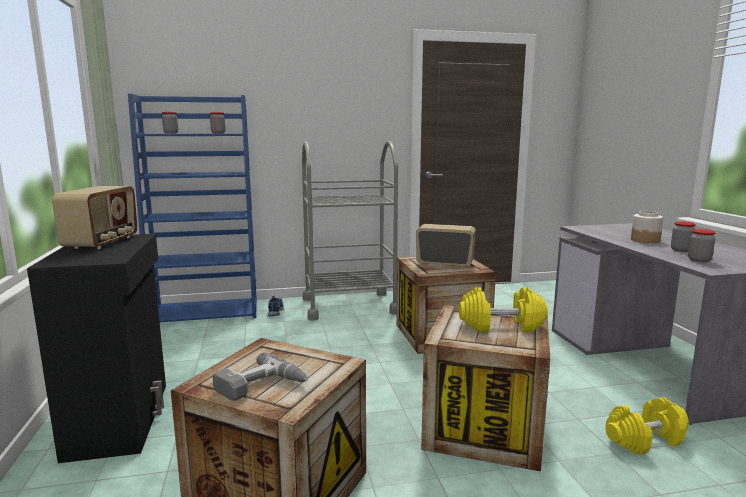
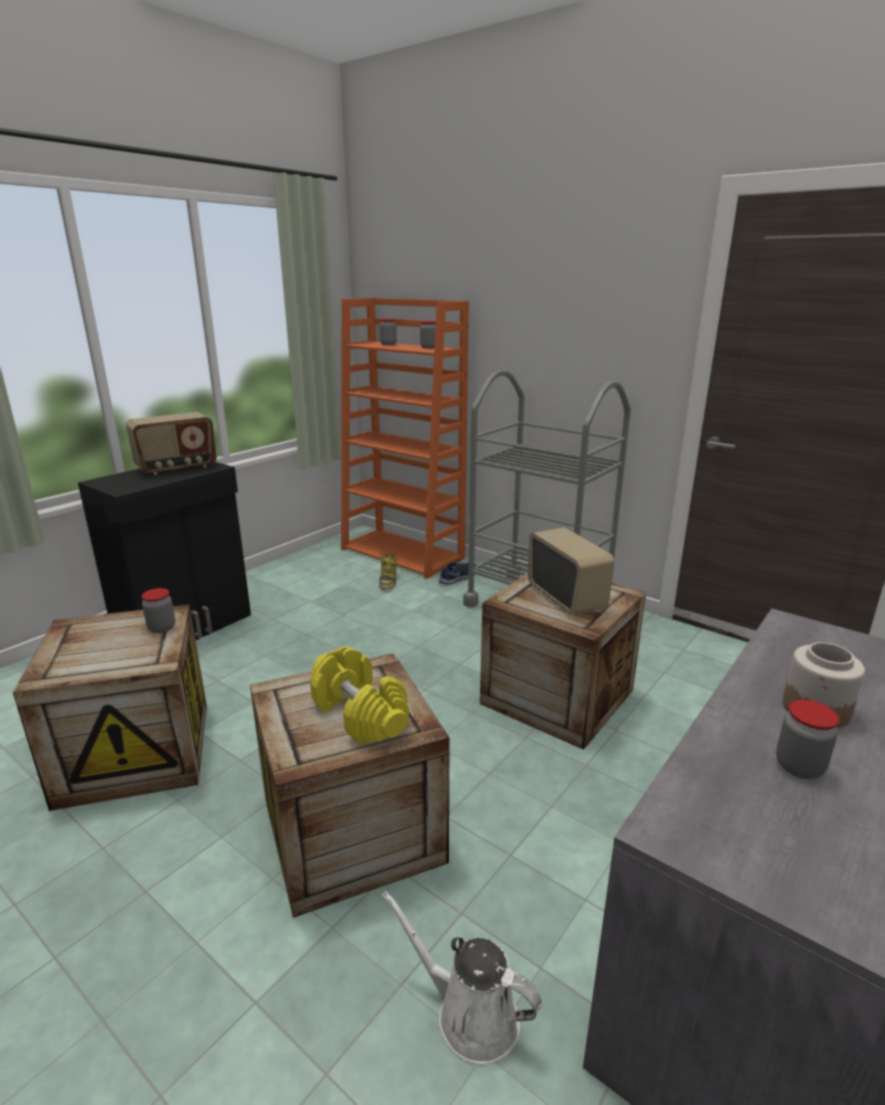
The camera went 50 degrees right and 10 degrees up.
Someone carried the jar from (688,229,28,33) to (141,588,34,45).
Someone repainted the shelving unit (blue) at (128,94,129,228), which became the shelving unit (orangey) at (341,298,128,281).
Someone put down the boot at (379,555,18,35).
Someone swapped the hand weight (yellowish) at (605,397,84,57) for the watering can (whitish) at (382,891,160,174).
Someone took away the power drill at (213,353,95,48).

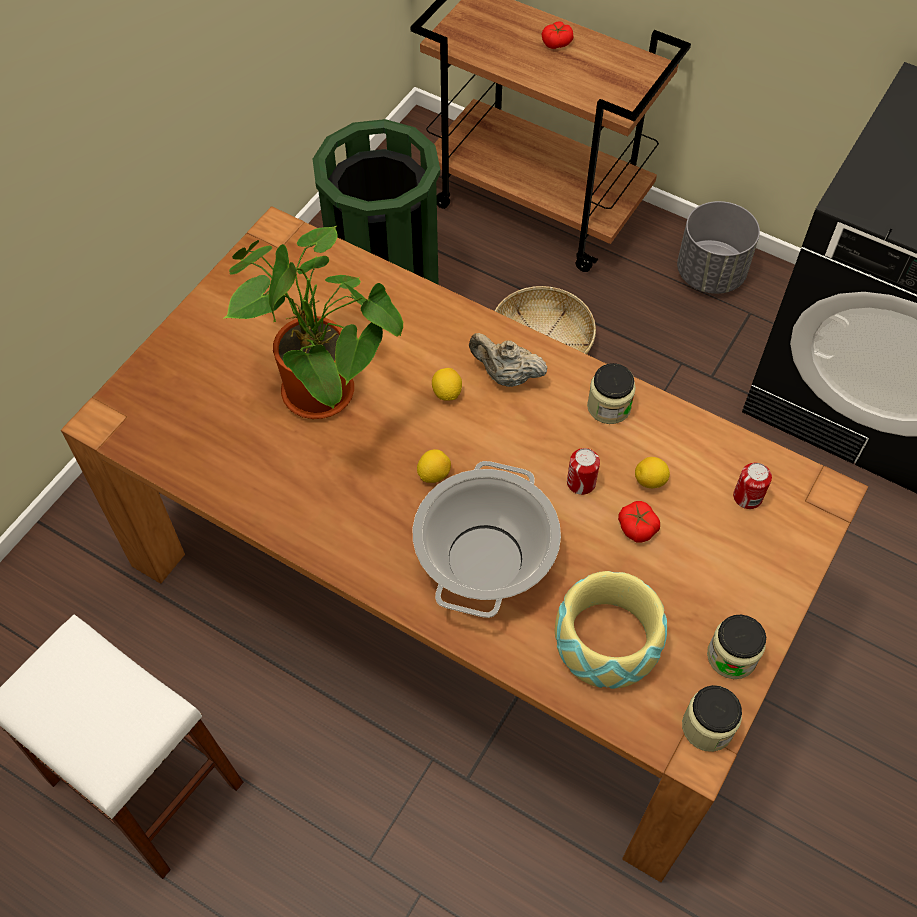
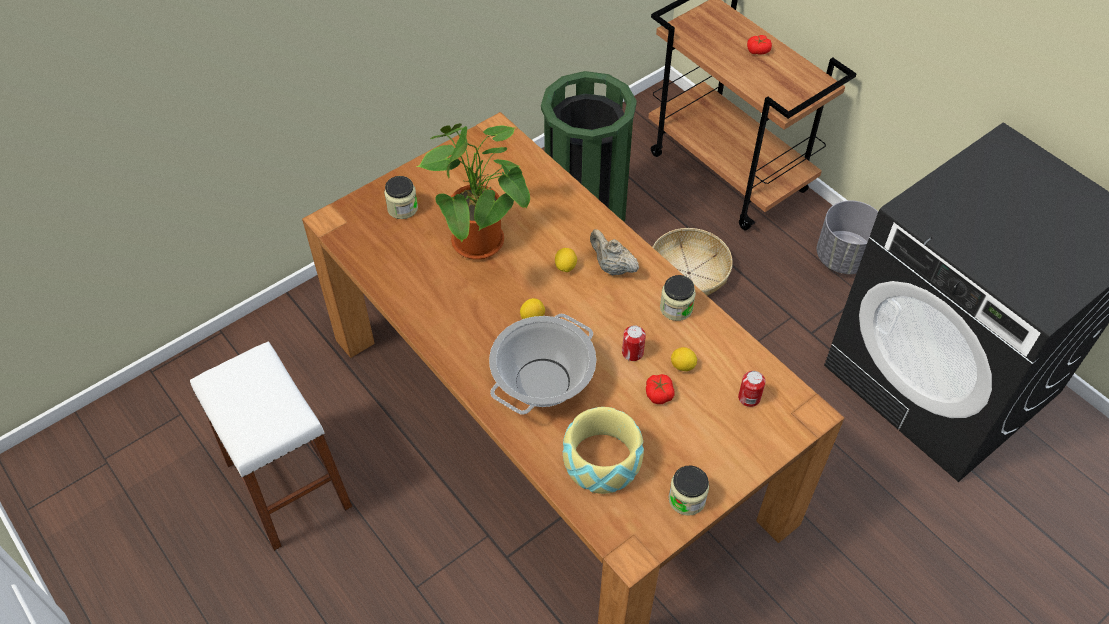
The camera went 20 degrees right and 5 degrees down.
Someone carried the jar from (682,685,60,67) to (384,176,34,43).

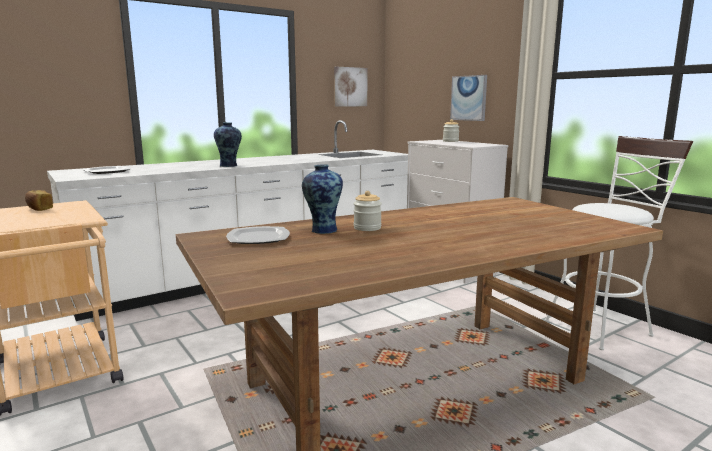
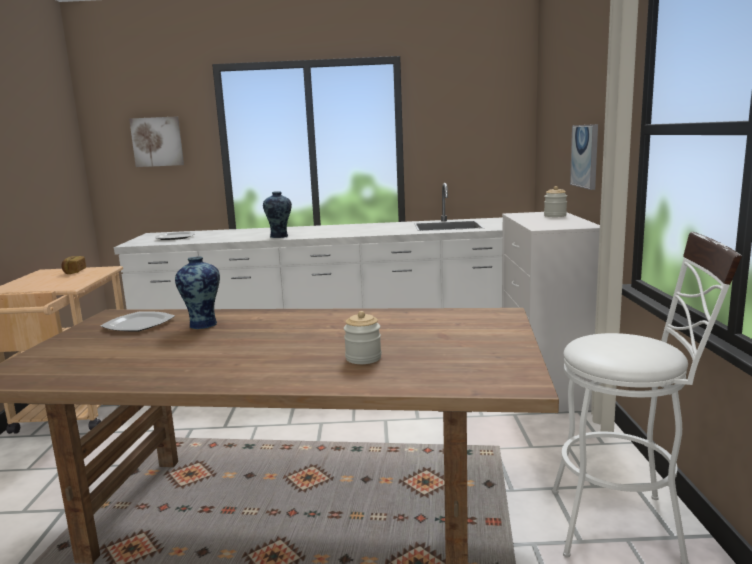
The camera went 35 degrees right and 0 degrees up.
Someone carried the wall art from (334,67,33,39) to (129,116,55,51).
Someone carried the jar from (353,191,29,40) to (344,311,38,53).

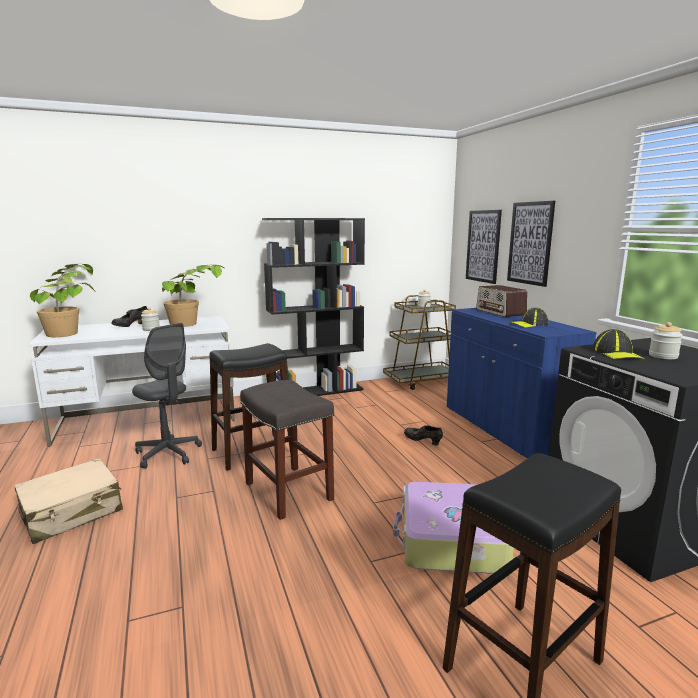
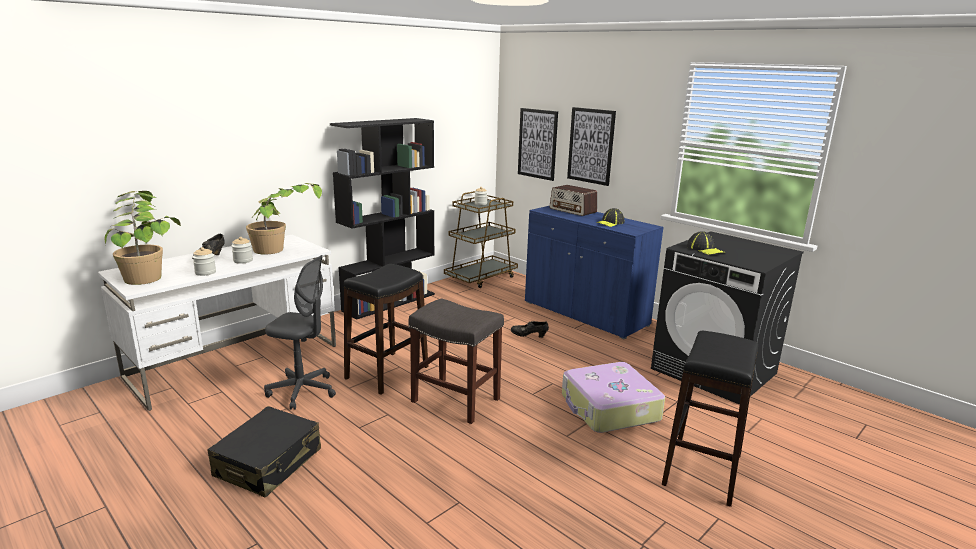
The camera went 25 degrees left and 5 degrees up.
Someone carried the jar from (649,322,34,37) to (193,247,23,29).
Someone repainted the travel case (beige) at (14,458,109,86), which became the travel case (black) at (207,406,114,92).

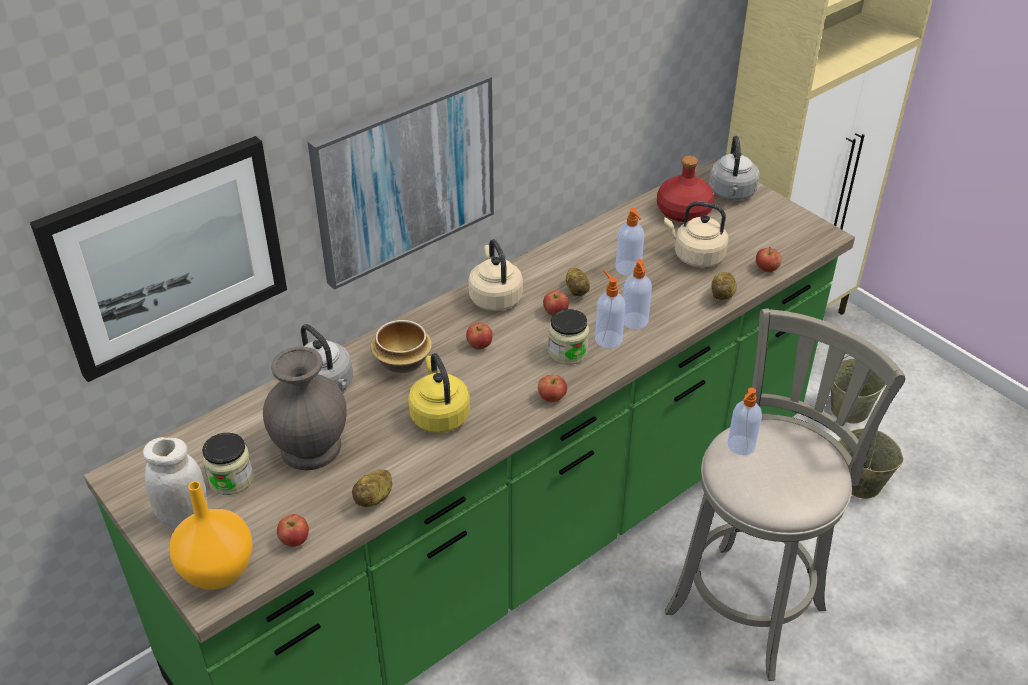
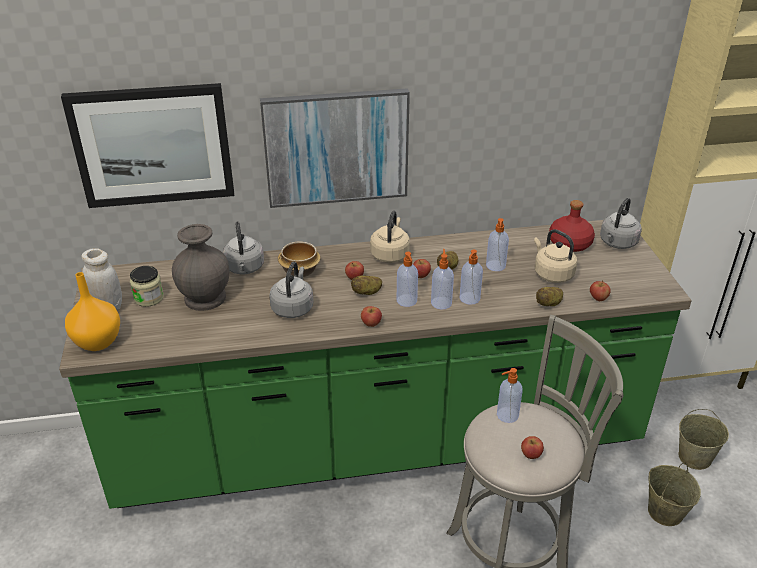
The camera went 30 degrees right and 5 degrees down.
Someone repainted the kettle (yellowish) at (408,353,62,80), which became the kettle (grey) at (269,262,44,56).
Someone carried the whole potato from (352,469,40,38) to (351,276,31,19).
Someone swapped the jar at (548,309,41,56) for the soap dispenser at (397,252,21,55).
Someone carried the whole apple from (277,514,32,33) to (521,436,23,23).

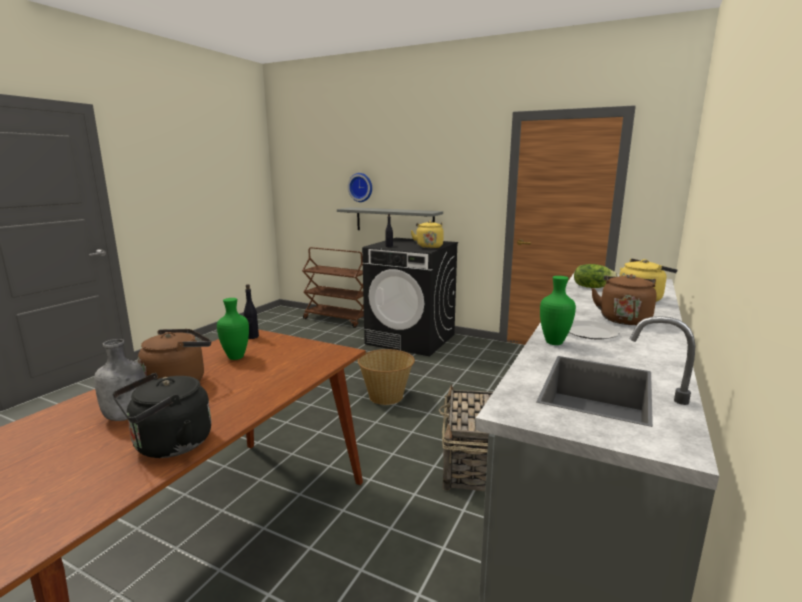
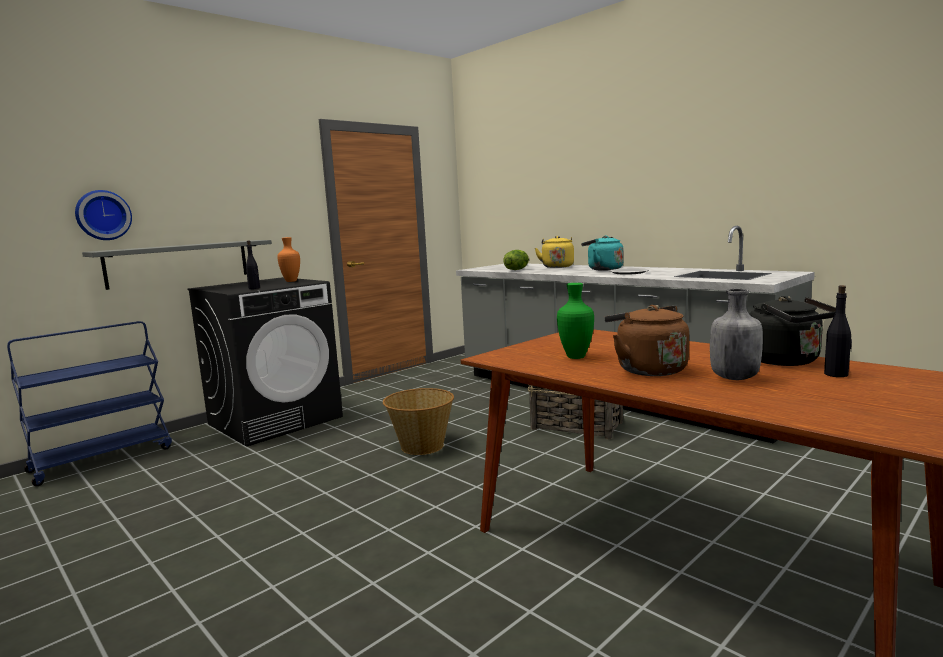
The camera went 70 degrees left and 5 degrees down.
Someone repainted the cart (brownish) at (302,247,62,81), which became the cart (blue) at (7,321,165,165).
Someone swapped the kettle (yellowish) at (411,221,33,27) for the decorative vase (orangey) at (277,237,23,45).
Someone repainted the kettle (brownish) at (591,274,66,51), which became the kettle (blue-green) at (581,235,43,36).
Someone carried the bottle (black) from (244,284,15,55) to (824,285,28,92).
Someone took away the decorative vase (green) at (540,276,36,69).

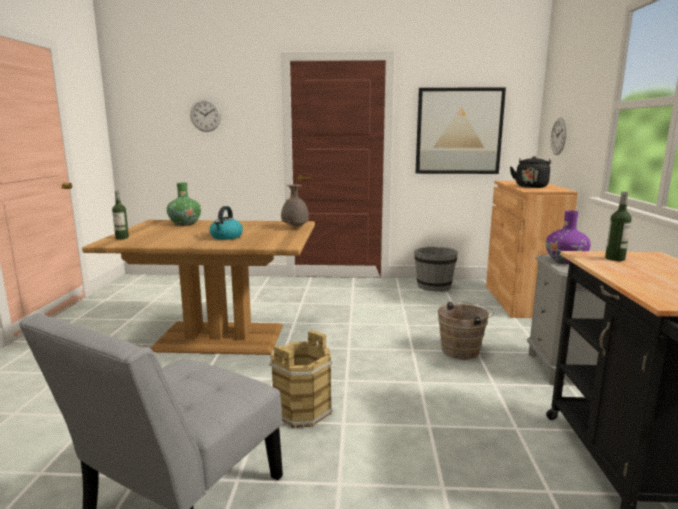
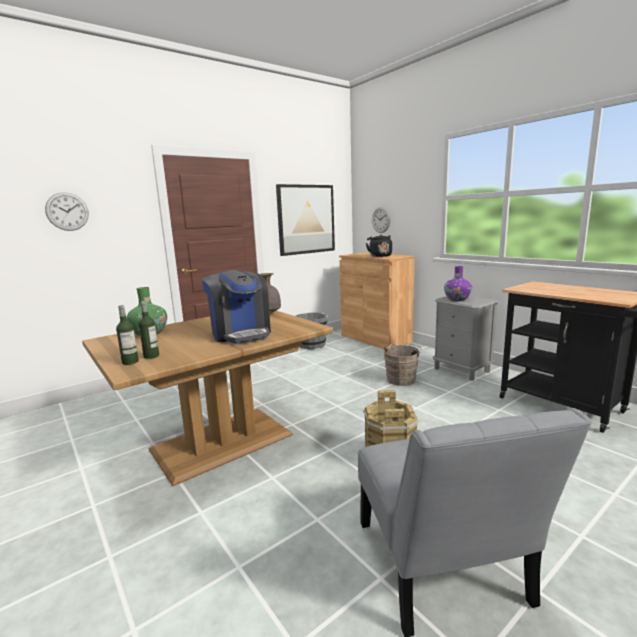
The camera went 40 degrees left and 0 degrees up.
Someone carried the bottle from (605,191,27,70) to (138,301,21,58).
Someone swapped the kettle at (209,206,34,34) for the coffee machine at (201,270,70,73).

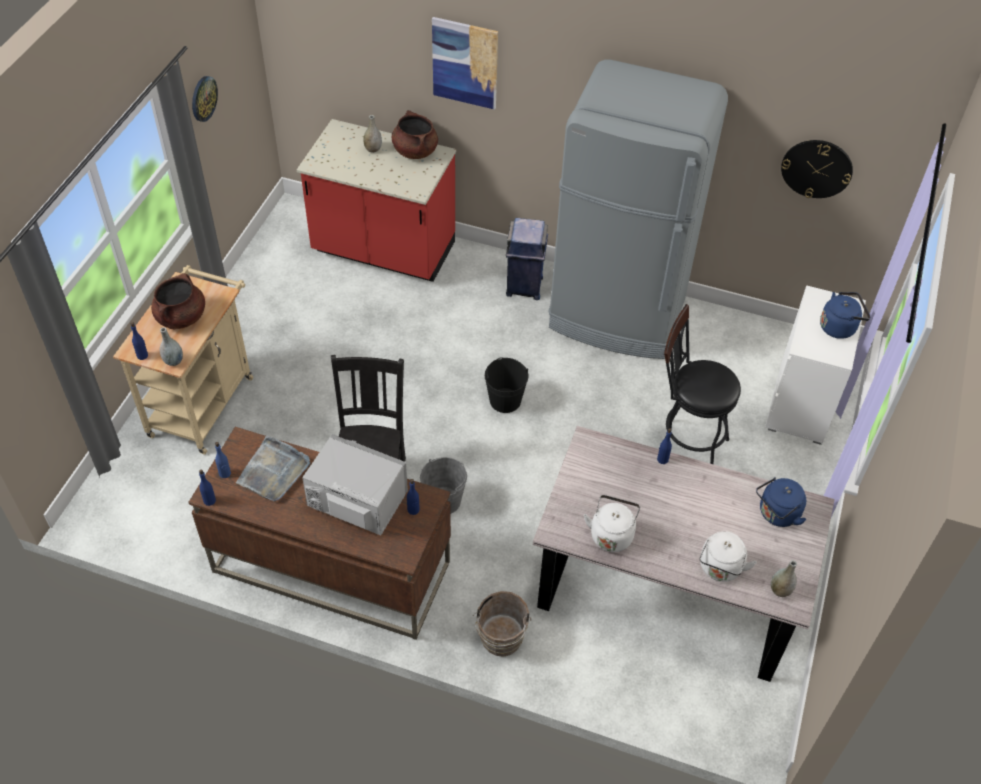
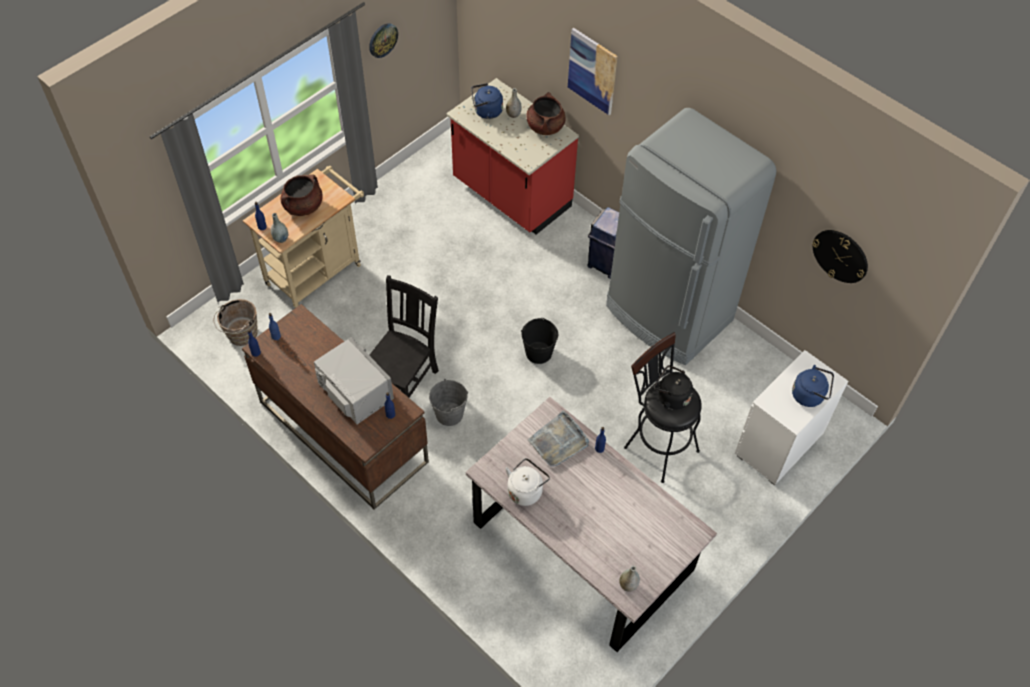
The camera went 25 degrees right and 5 degrees up.
Someone carried the pail (brownish) from (473,591,58,66) to (214,299,44,47).
Someone carried the kettle (blue) from (756,477,51,50) to (471,83,32,36).
Someone carried the tray (grey) from (236,435,74,66) to (528,410,61,57).
Someone put down the kettle (black) at (654,365,39,45).
Someone took away the kettle (whitish) at (699,531,58,51).

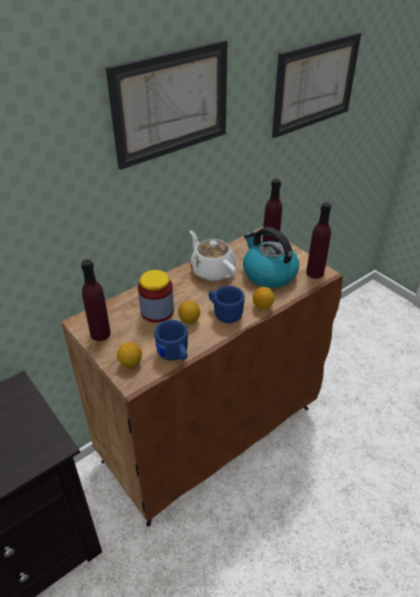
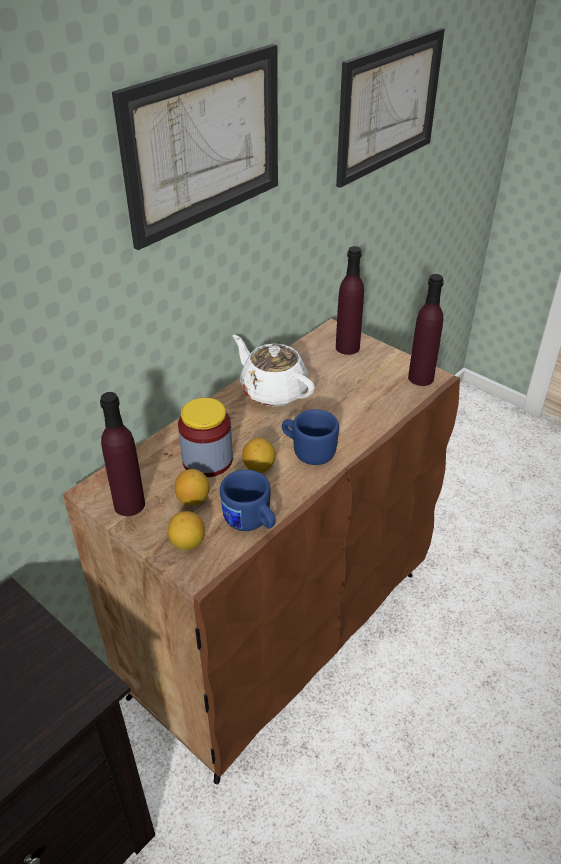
The camera went 10 degrees left and 0 degrees up.
Someone carried the citrus fruit from (253,287,21,23) to (174,469,36,37).
Someone took away the kettle at (243,227,56,61).

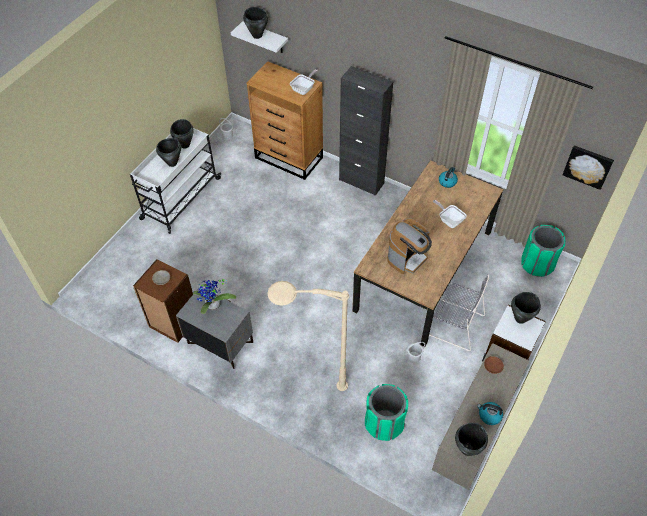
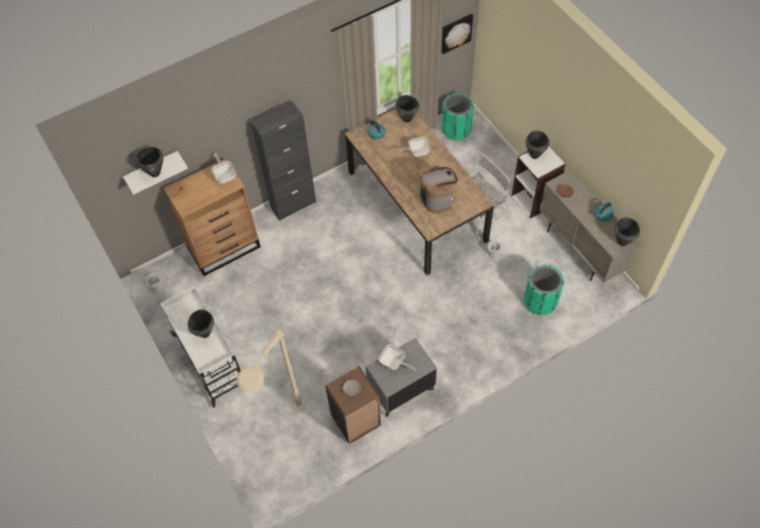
The camera went 60 degrees left and 5 degrees up.
Someone carried the floor lamp (beige) from (267,281,82,110) to (236,330,69,80).
Someone swapped the potted plant at (193,279,43,35) for the pan at (378,345,39,26).
Someone carried the saucepot (black) from (170,119,24,30) to (395,95,24,28).

